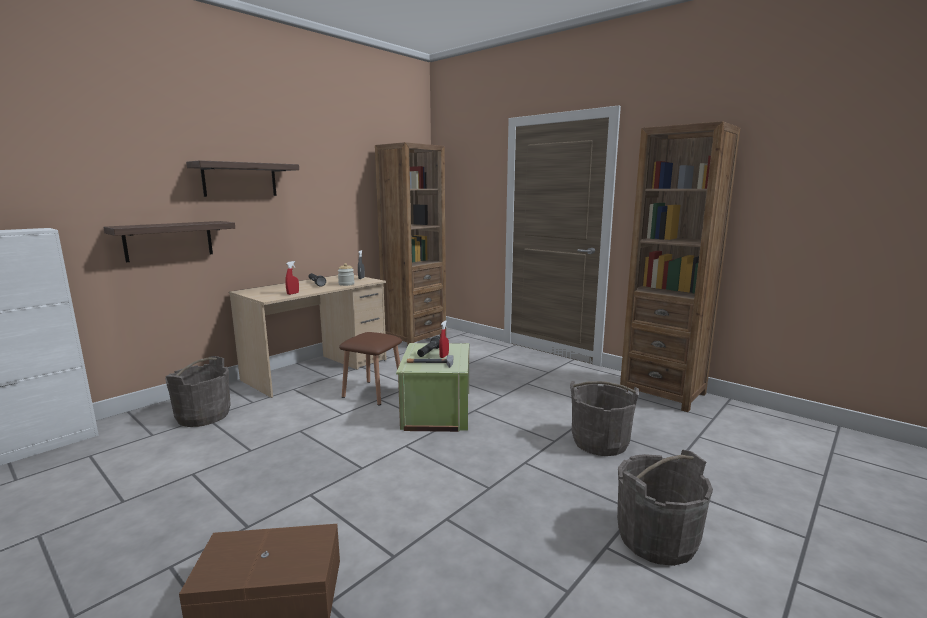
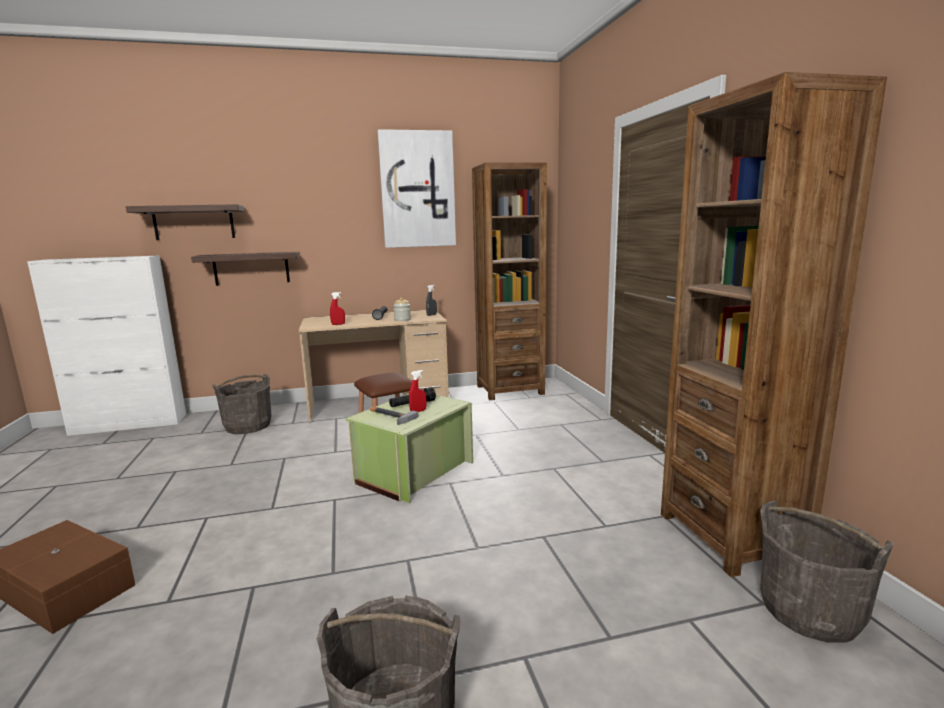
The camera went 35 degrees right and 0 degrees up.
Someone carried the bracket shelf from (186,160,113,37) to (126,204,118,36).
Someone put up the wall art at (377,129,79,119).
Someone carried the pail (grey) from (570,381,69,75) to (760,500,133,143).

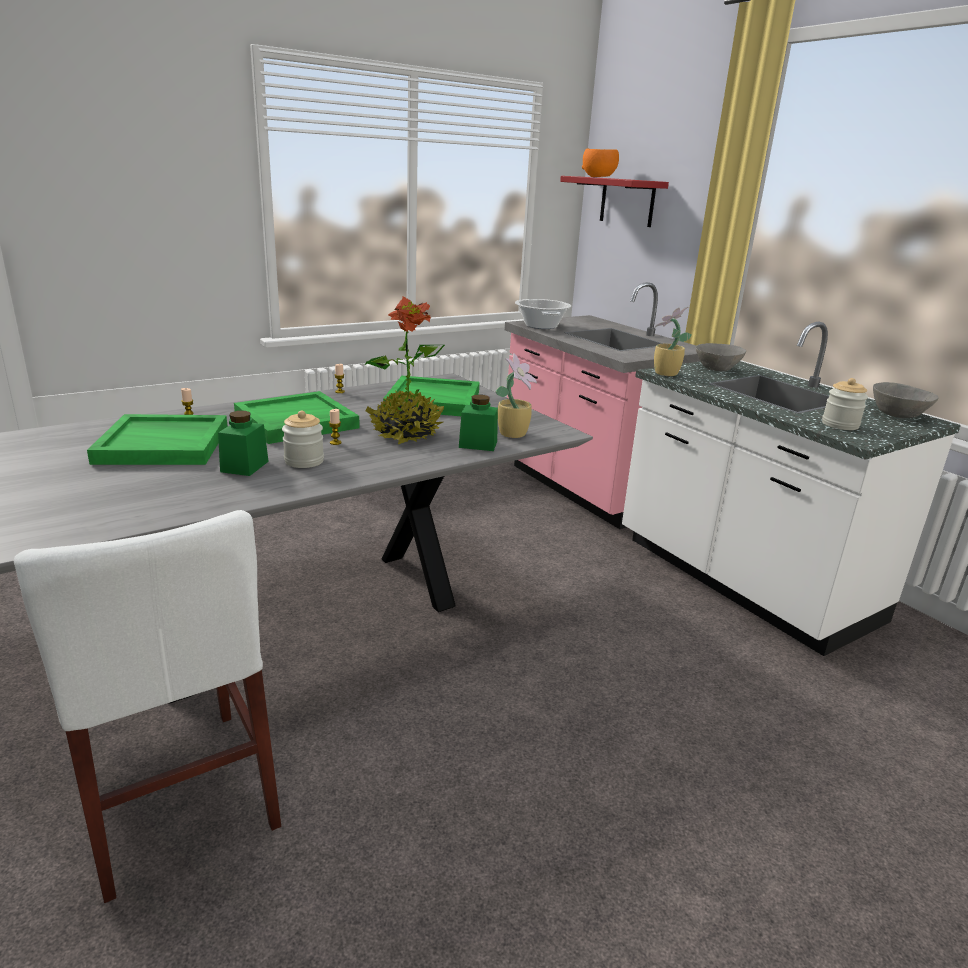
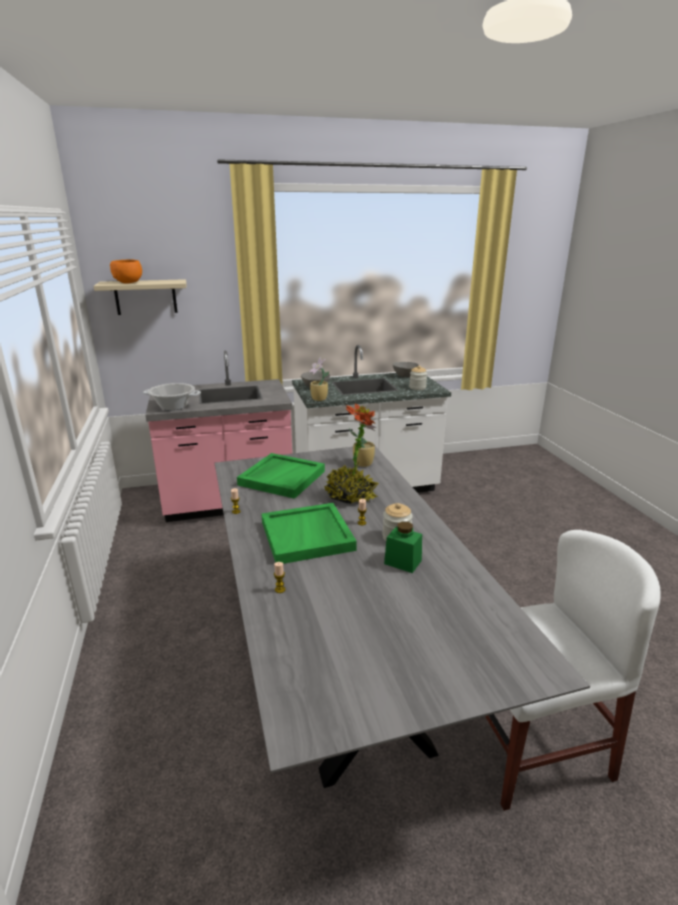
The camera went 70 degrees left and 0 degrees up.
Someone repainted the bracket shelf (red) at (560,176,109,51), which became the bracket shelf (beige) at (94,279,93,36).
Someone took away the tray (green) at (87,414,141,51).
Someone took away the jar (green) at (459,395,39,56).

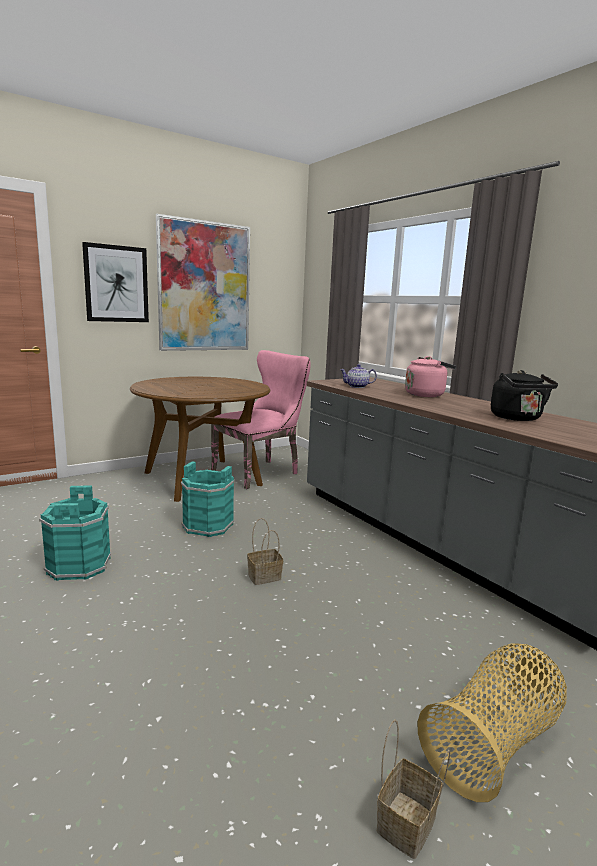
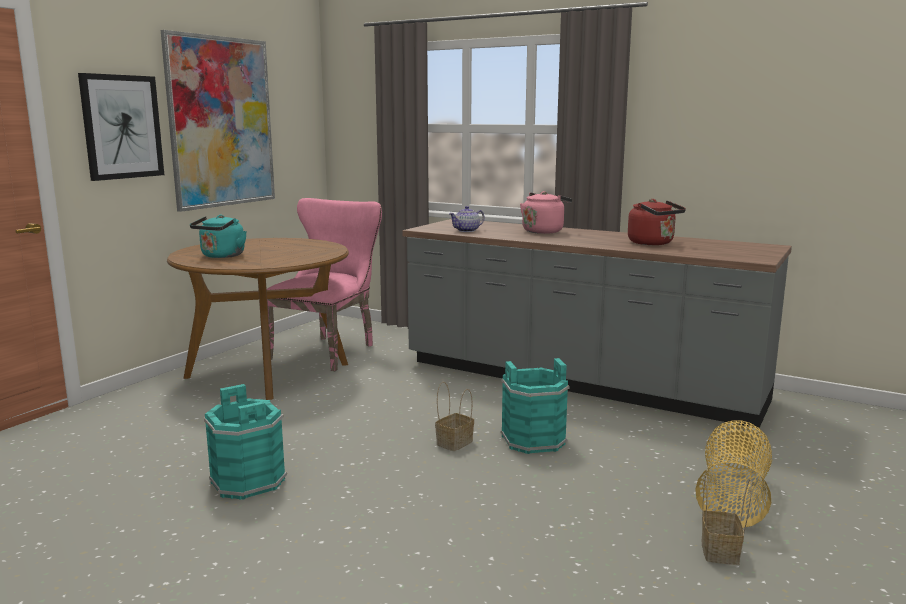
The camera went 25 degrees left and 0 degrees up.
Someone put down the kettle (blue-green) at (190,215,57,43).
Someone carried the pail (blue-green) from (181,461,54,76) to (501,358,69,96).
Someone repainted the kettle (black) at (491,370,67,51), which became the kettle (red) at (628,199,58,46).

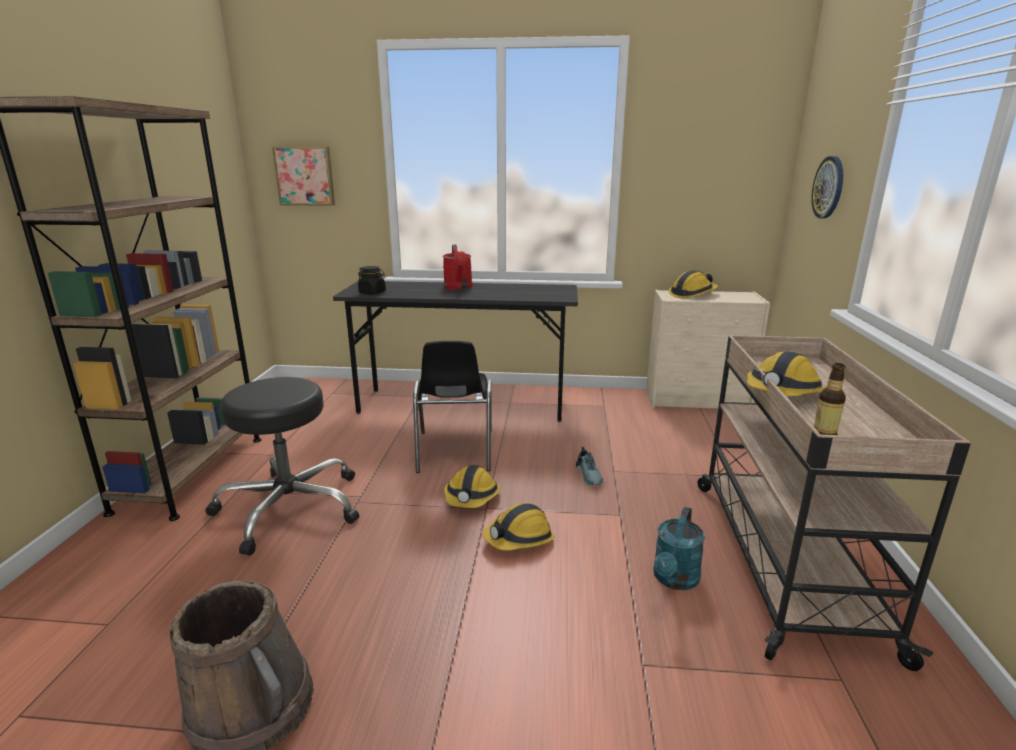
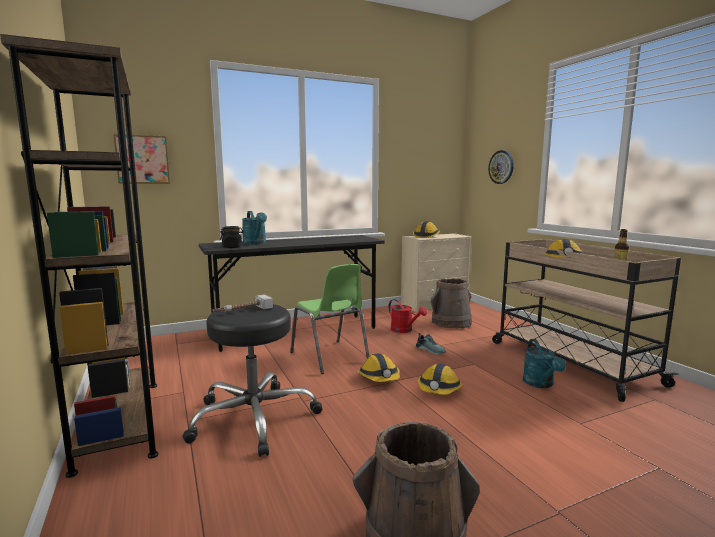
The camera went 30 degrees left and 10 degrees down.
Someone put down the tool hammer at (212,294,61,18).
Someone put down the watering can (blue-green) at (242,211,25,34).
Someone repainted the chair (black) at (413,341,79,132), which became the chair (green) at (290,264,79,110).
Someone carried the watering can (red) from (443,245,30,45) to (388,299,39,34).
Someone put down the pail (brownish) at (431,278,41,50).

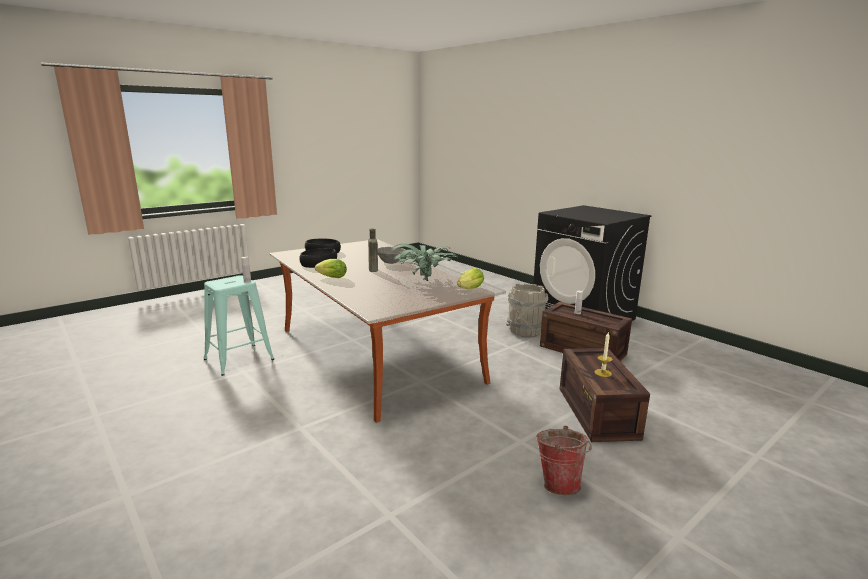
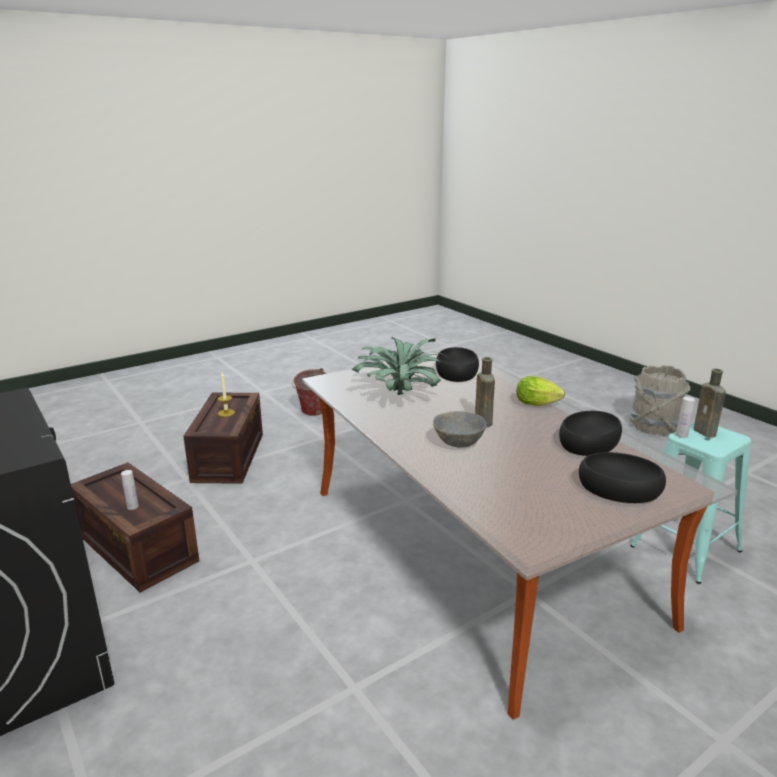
The camera went 175 degrees left and 5 degrees up.
Someone put down the bowl (black) at (436,347,43,35).
Someone carried the pail (grey) from (506,283,42,54) to (629,365,62,70).
Someone put down the bottle (brownish) at (694,369,32,68).
Someone took away the head of lettuce at (457,268,27,21).

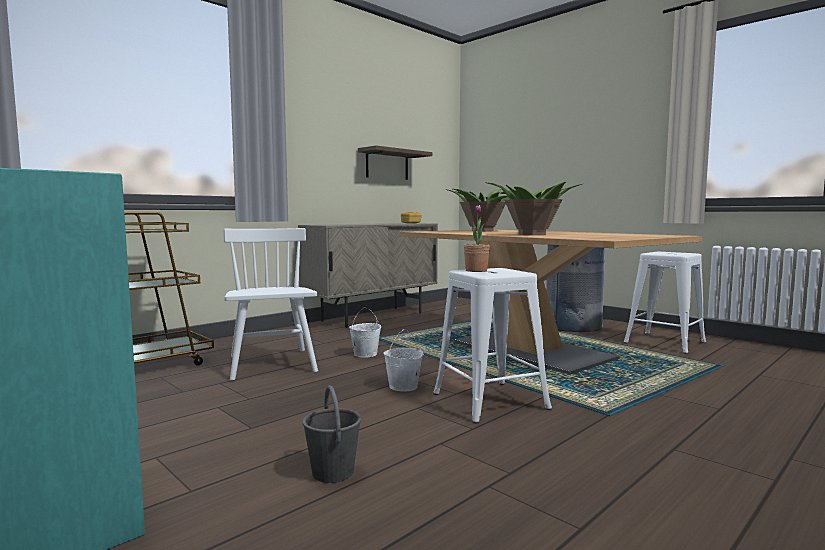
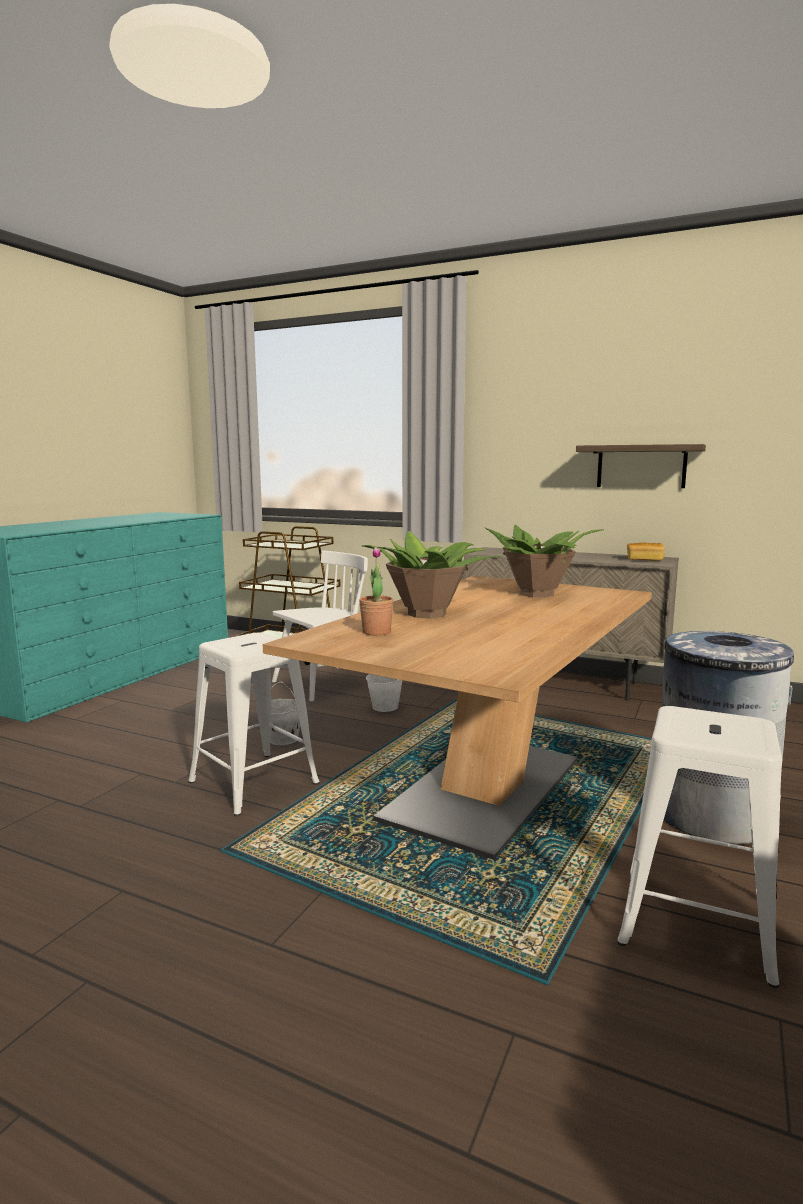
The camera went 70 degrees right and 5 degrees up.
Someone carried the potted plant from (464,205,26,67) to (359,547,35,88).
Someone took away the pail (grey) at (302,385,59,98).

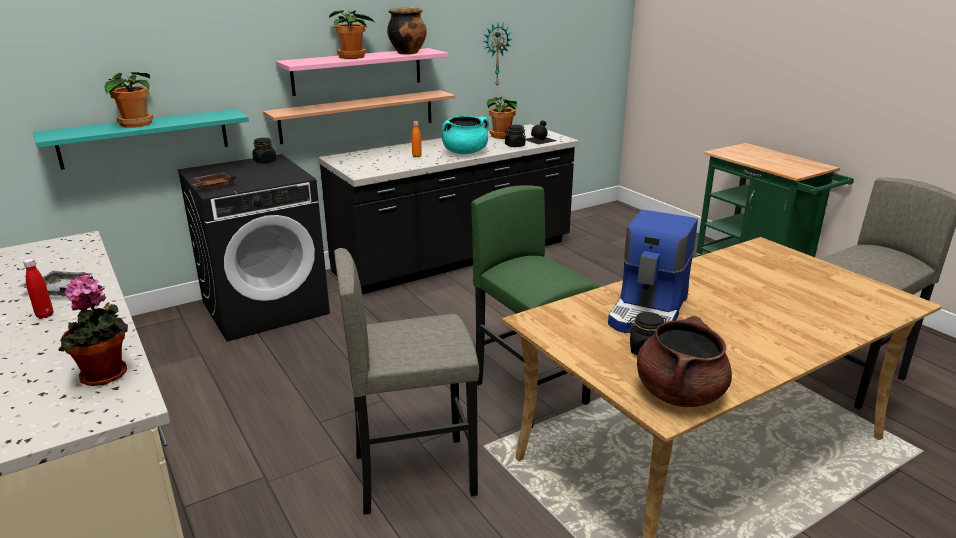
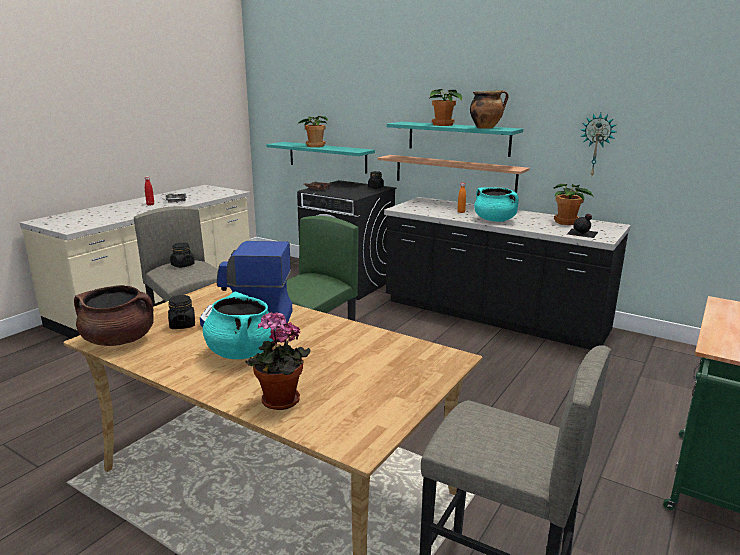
The camera went 65 degrees right and 5 degrees down.
Someone carried the jar (black) from (505,125,21,22) to (170,242,25,26).
Someone put down the saucepot (blue-green) at (203,292,73,67).
Someone carried the potted plant from (58,275,70,111) to (245,312,66,98).
Someone repainted the bracket shelf (pinkish) at (275,48,173,48), which became the bracket shelf (blue-green) at (387,122,136,35).

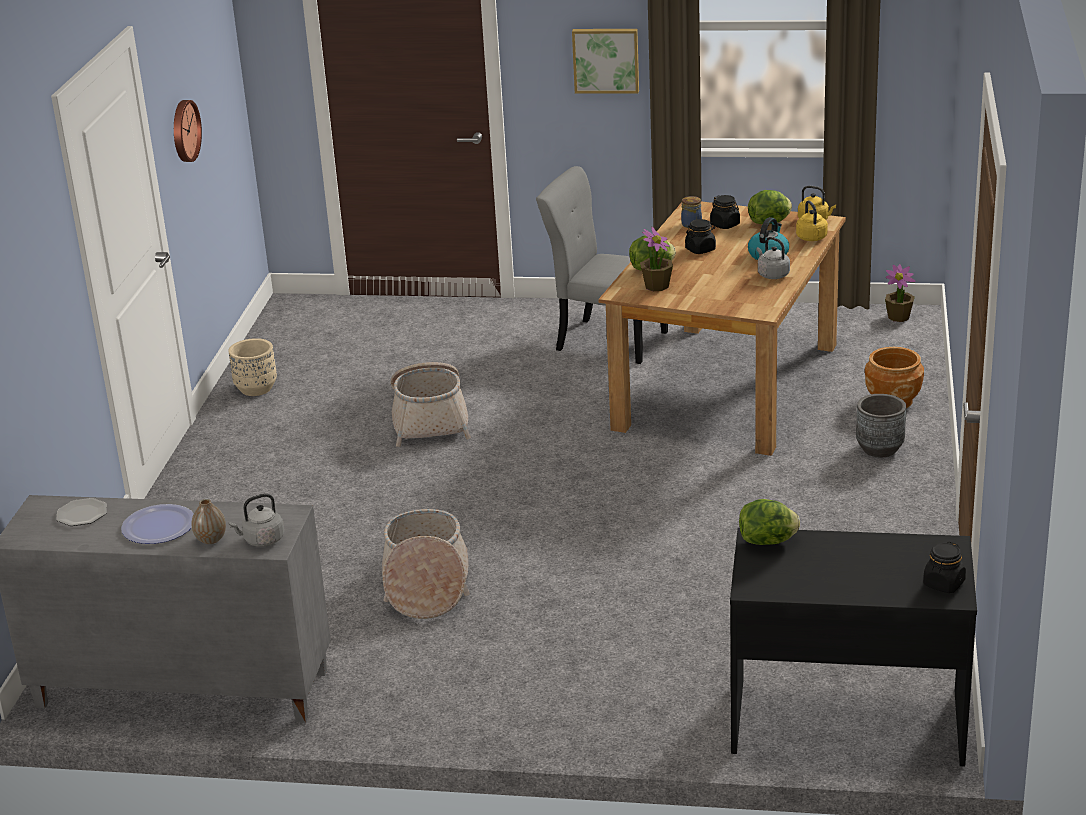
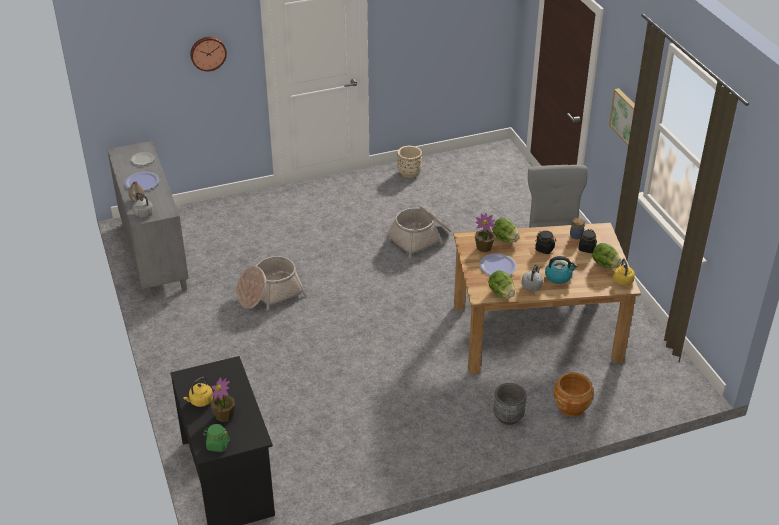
The camera went 60 degrees right and 10 degrees up.
Someone carried the kettle (yellowish) from (796,200,32,41) to (183,377,30,30).
Someone carried the clock on the wall from (174,100,28,62) to (190,37,37,34).
Someone repainted the jar (black) at (923,542,43,51), which became the jar (green) at (203,424,27,28).
Someone carried the potted plant from (885,264,30,58) to (211,377,24,45).
Someone put down the plate at (479,253,38,23).
Someone carried the head of lettuce from (739,499,61,46) to (488,270,27,28).

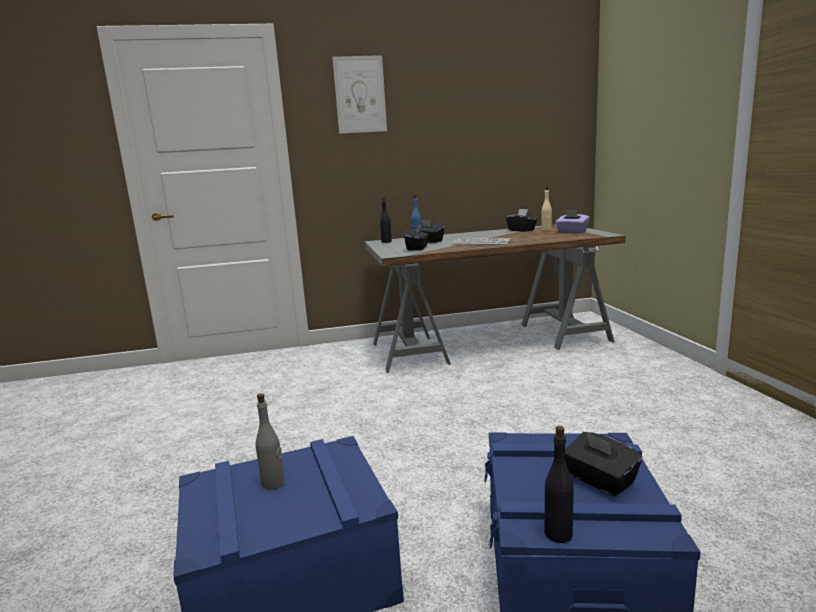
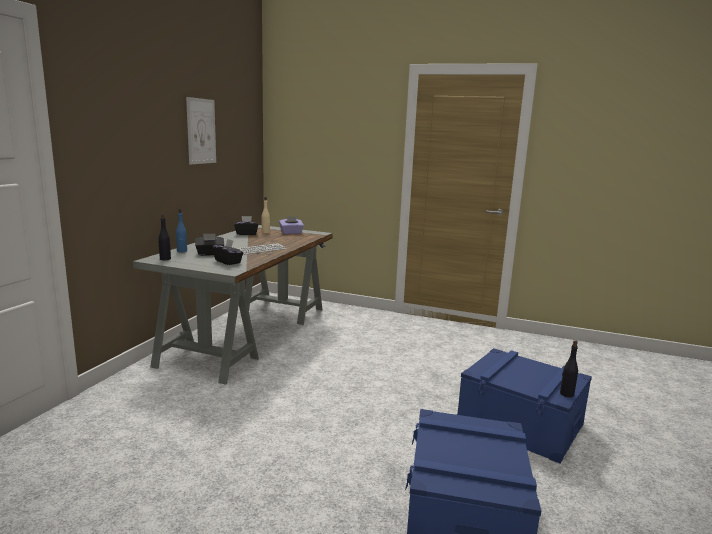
The camera went 60 degrees left and 0 degrees up.
Someone carried the wall art from (332,55,55,79) to (186,97,30,68).
Someone took away the bottle (grey) at (256,393,29,97).
Someone took away the box of tissues (black) at (565,431,77,65).

